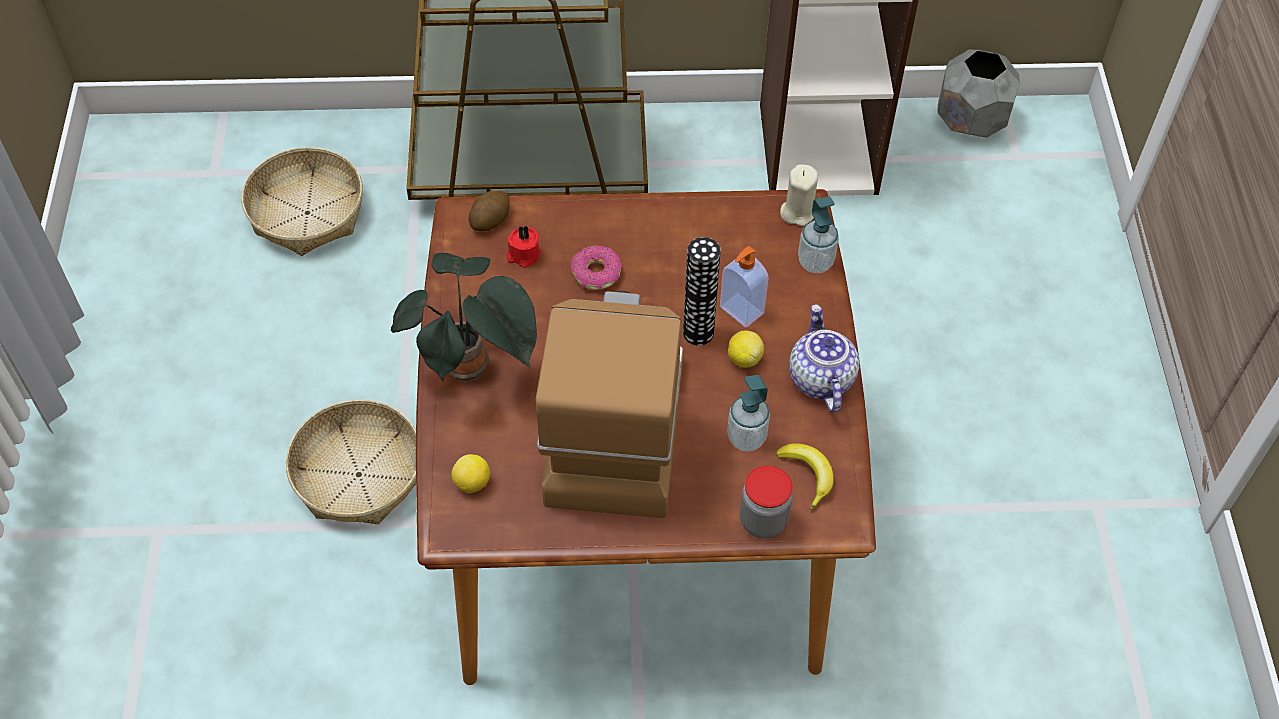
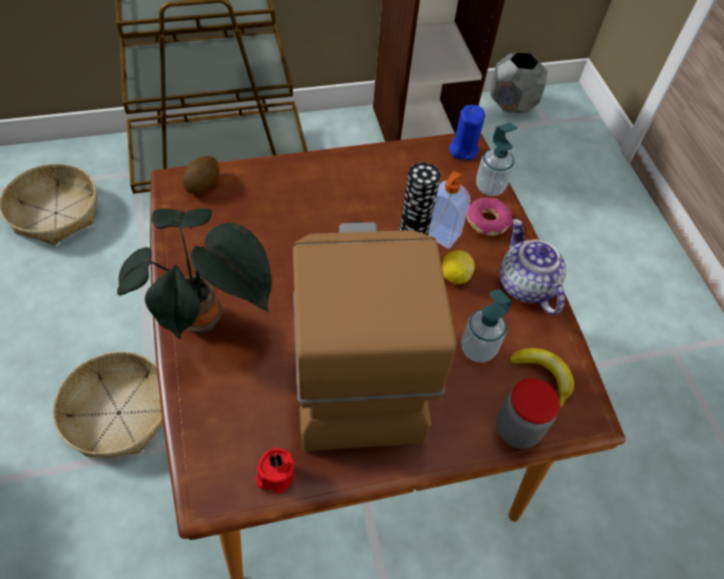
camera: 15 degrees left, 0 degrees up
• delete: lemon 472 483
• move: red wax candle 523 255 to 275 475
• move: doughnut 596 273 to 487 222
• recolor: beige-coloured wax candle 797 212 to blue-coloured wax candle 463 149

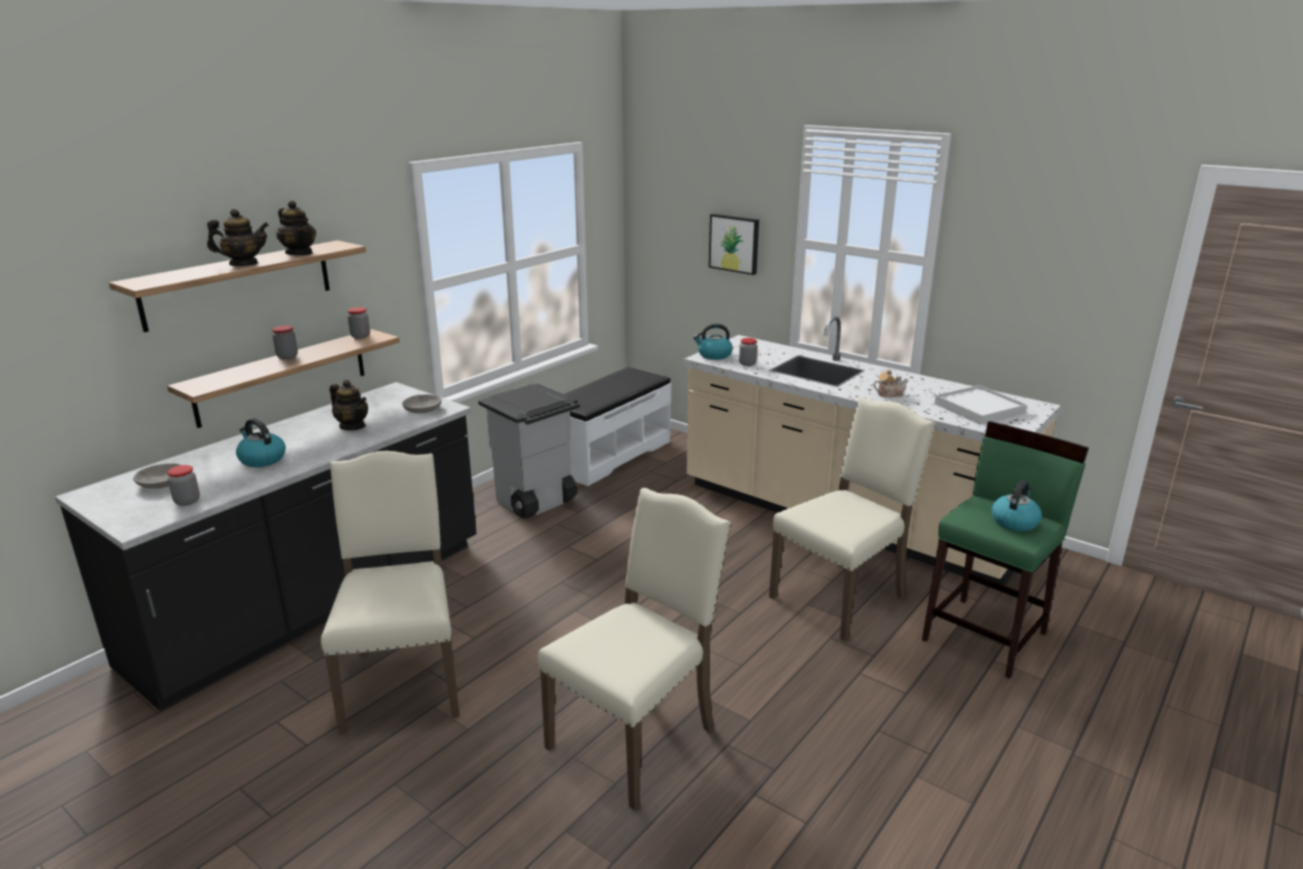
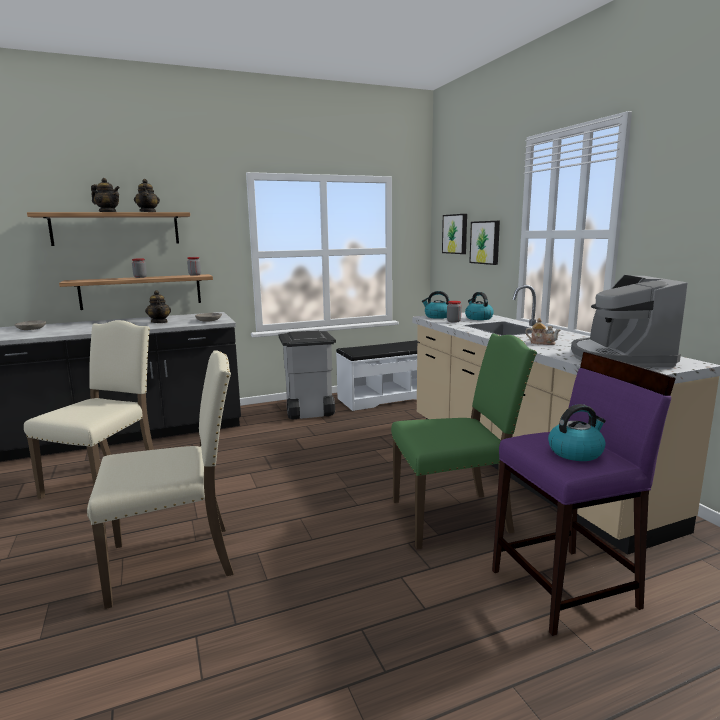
camera: 30 degrees right, 10 degrees down
• delete: jar 187 501
• move: tea kettle 262 459 to 478 318
• recolor: beige-coloured upright chair 842 597 to greenish upright chair 454 517
• recolor: greenish stool seat 986 636 to purplish stool seat 565 589
• replace: white-coloured serving tray 979 408 to coffee maker 619 358
• insert: picture 455 234

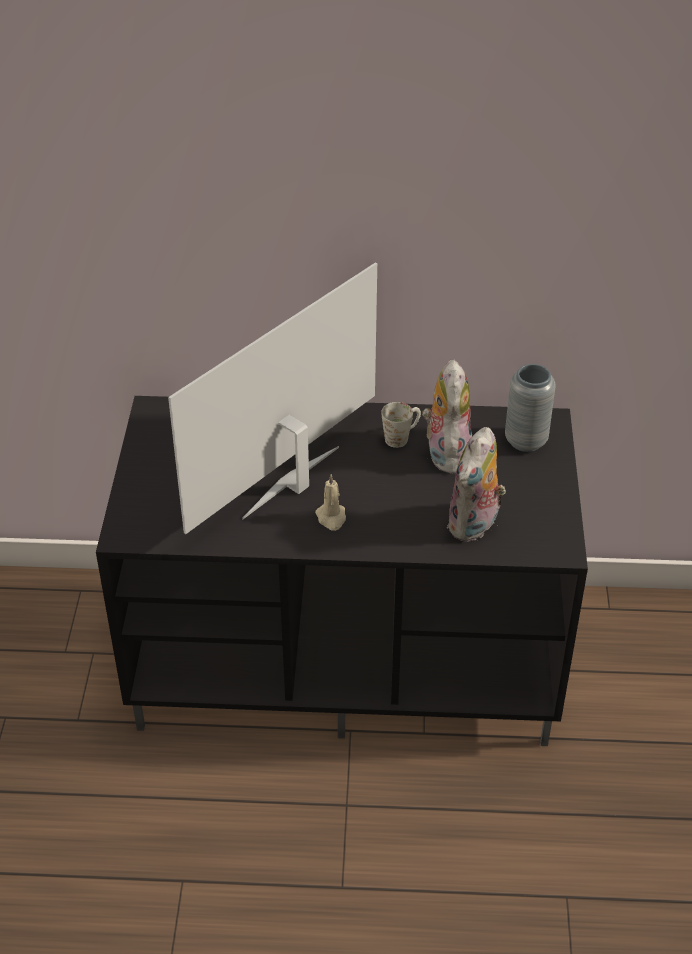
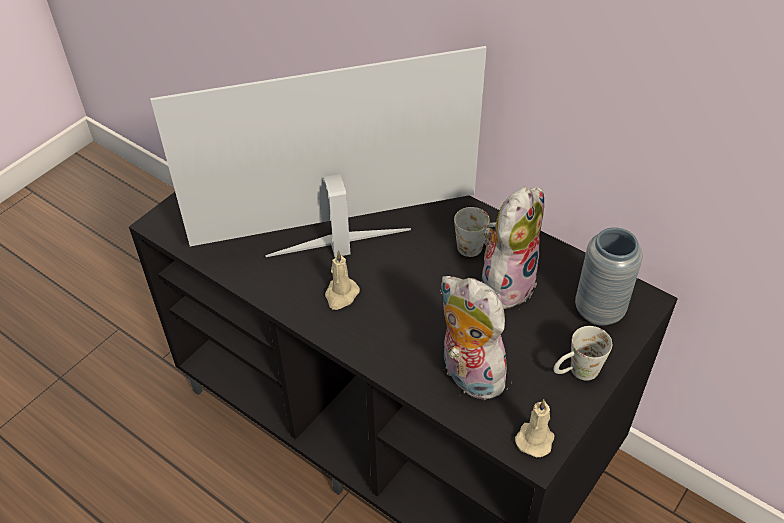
camera: 35 degrees right, 5 degrees up
• rotate: cuddly toy 475 526 = 467 375 75 degrees clockwise
• insert: beige-coloured wax candle 535 438
• insert: white-coloured mug 576 372

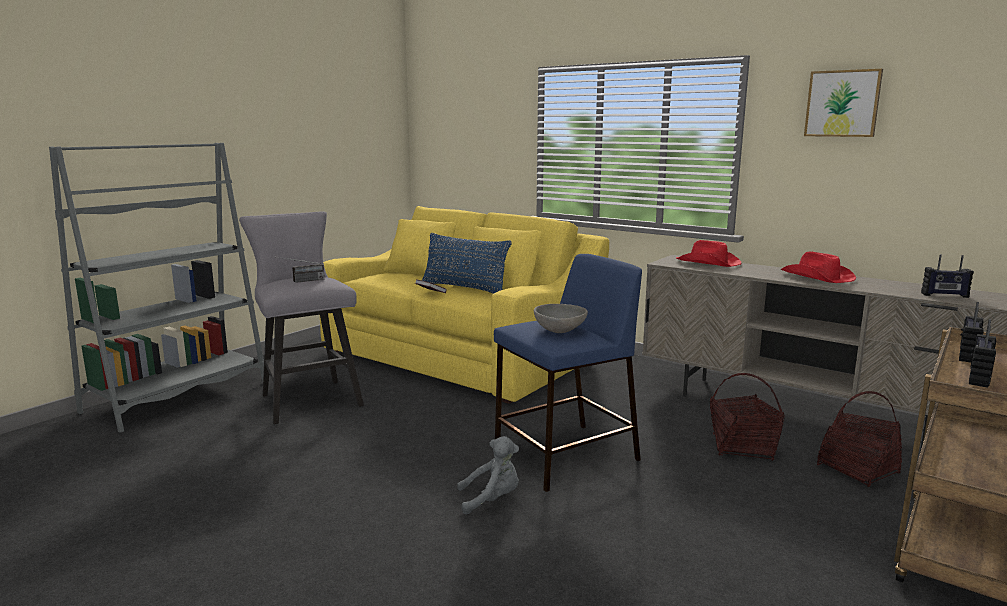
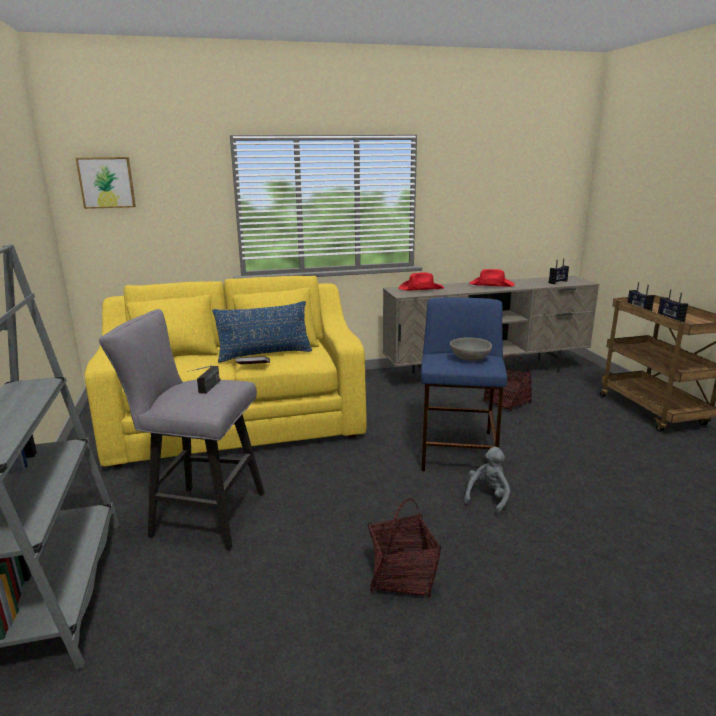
camera: 50 degrees left, 5 degrees up
• move: picture 842 103 to 107 182
• move: storage basket 858 469 to 402 576

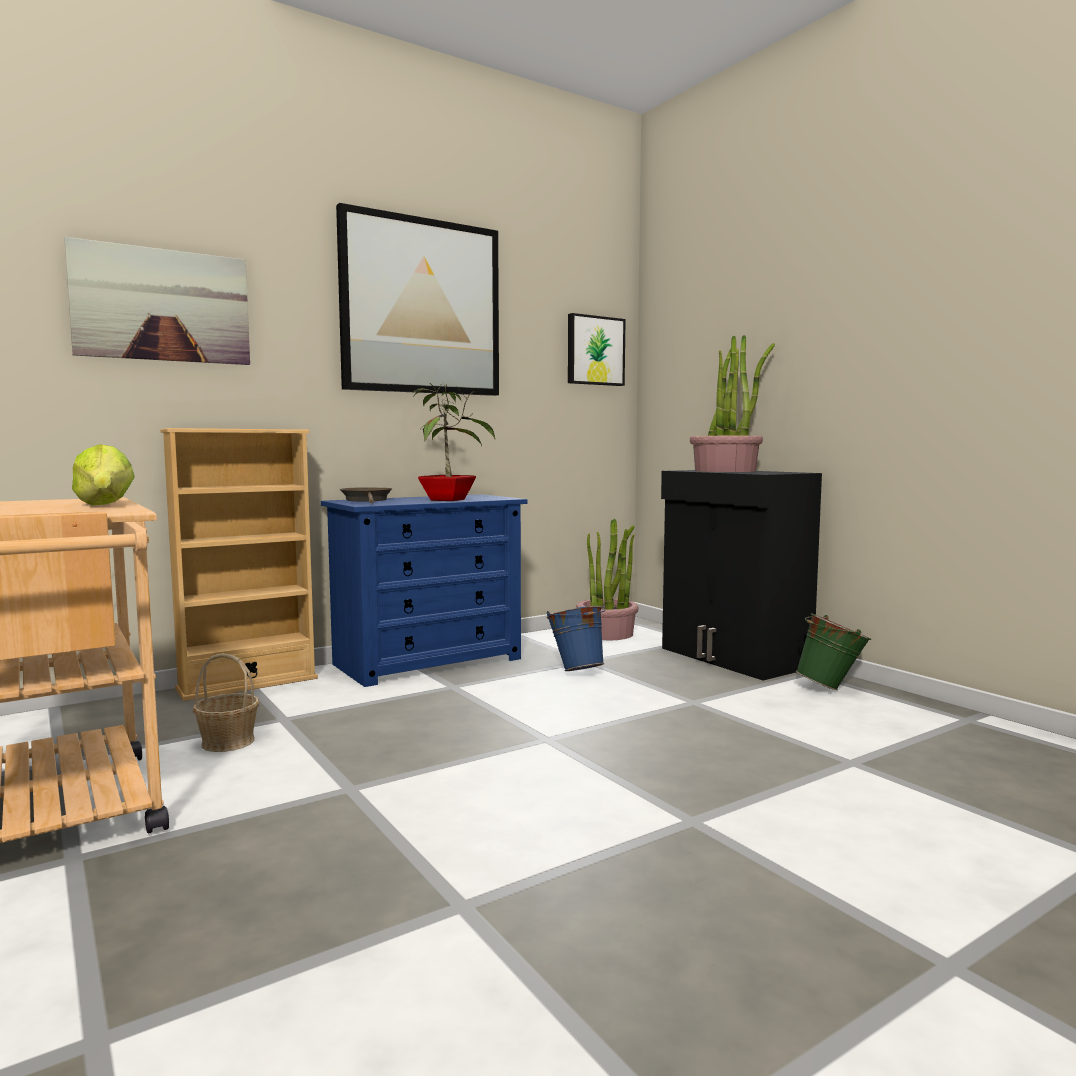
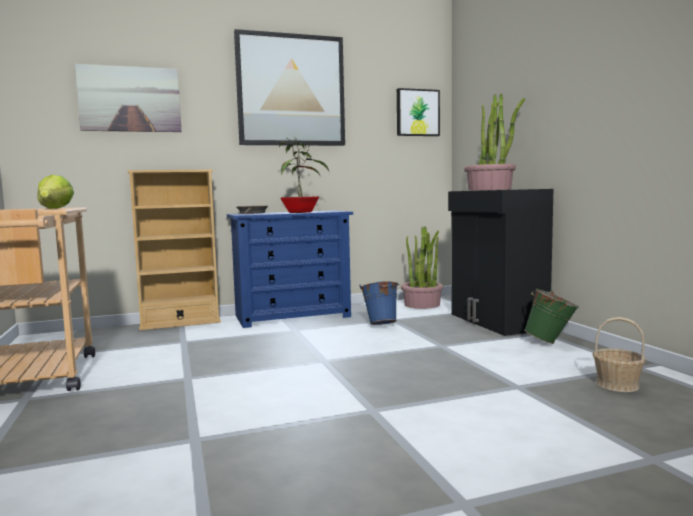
camera: 15 degrees right, 0 degrees up
• move: storage basket 228 742 to 617 385

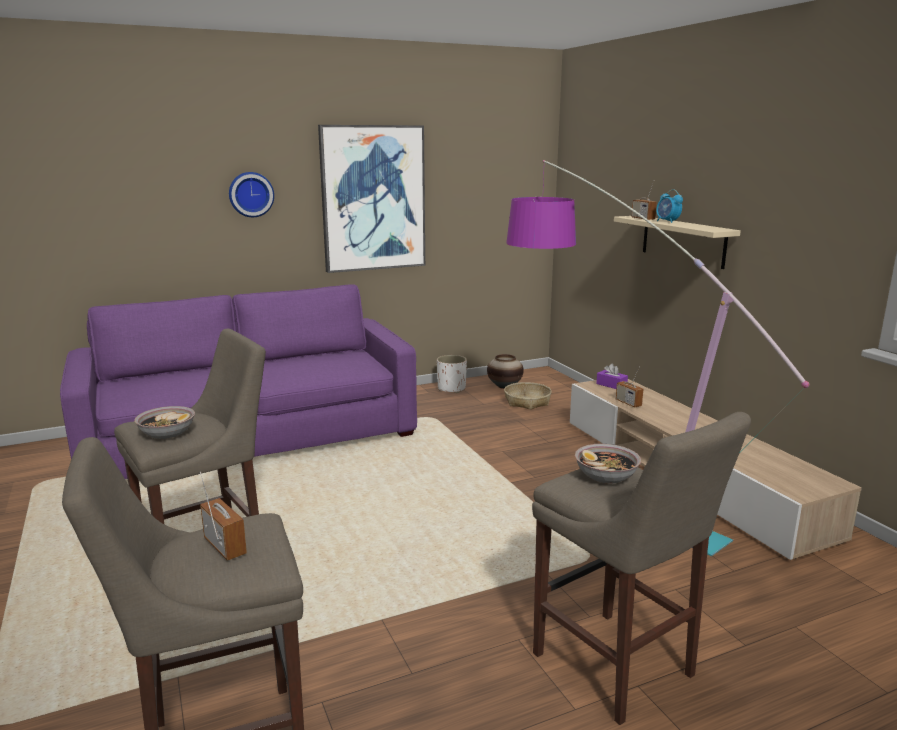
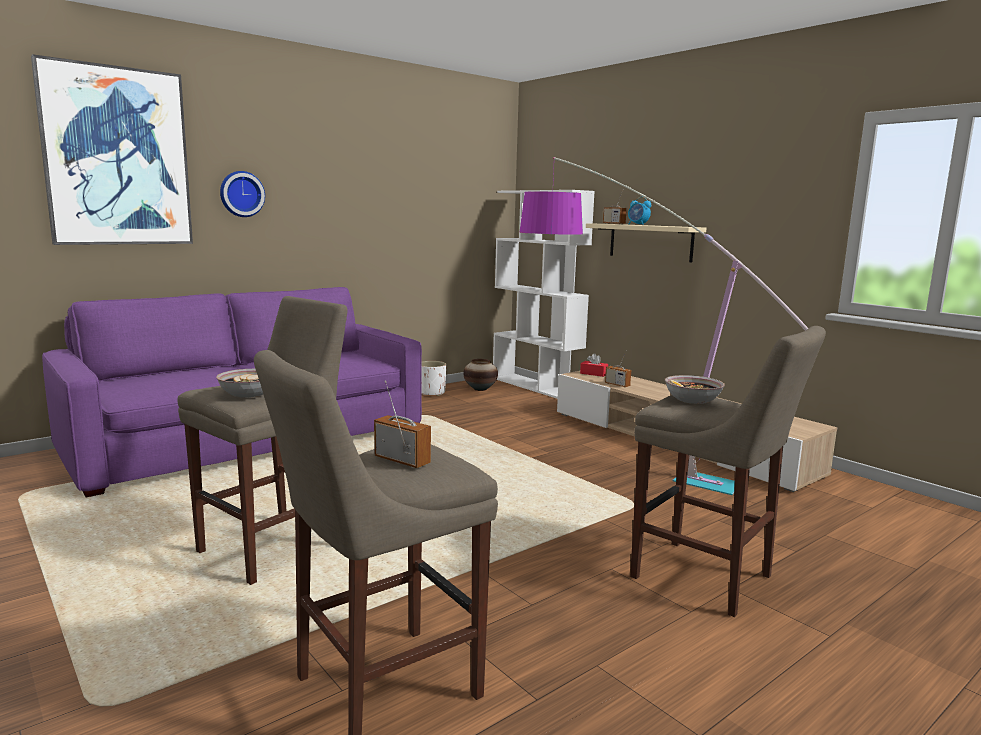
camera: 15 degrees left, 5 degrees down
• move: picture 373 198 to 117 157
• delete: storage basket 527 402
• recolor: purplish tissue holder 611 385 to red tissue holder 593 373
• insert: white-coloured shelving unit 536 386

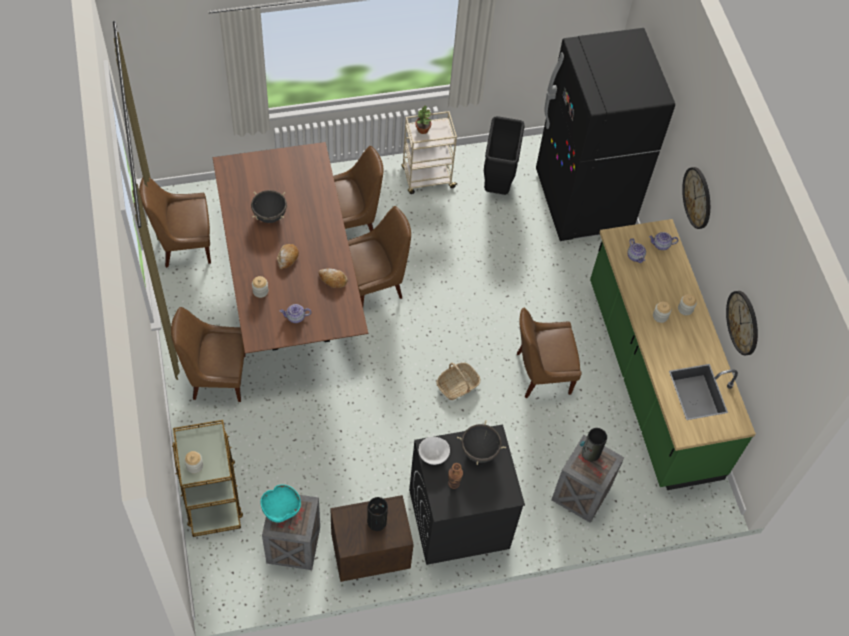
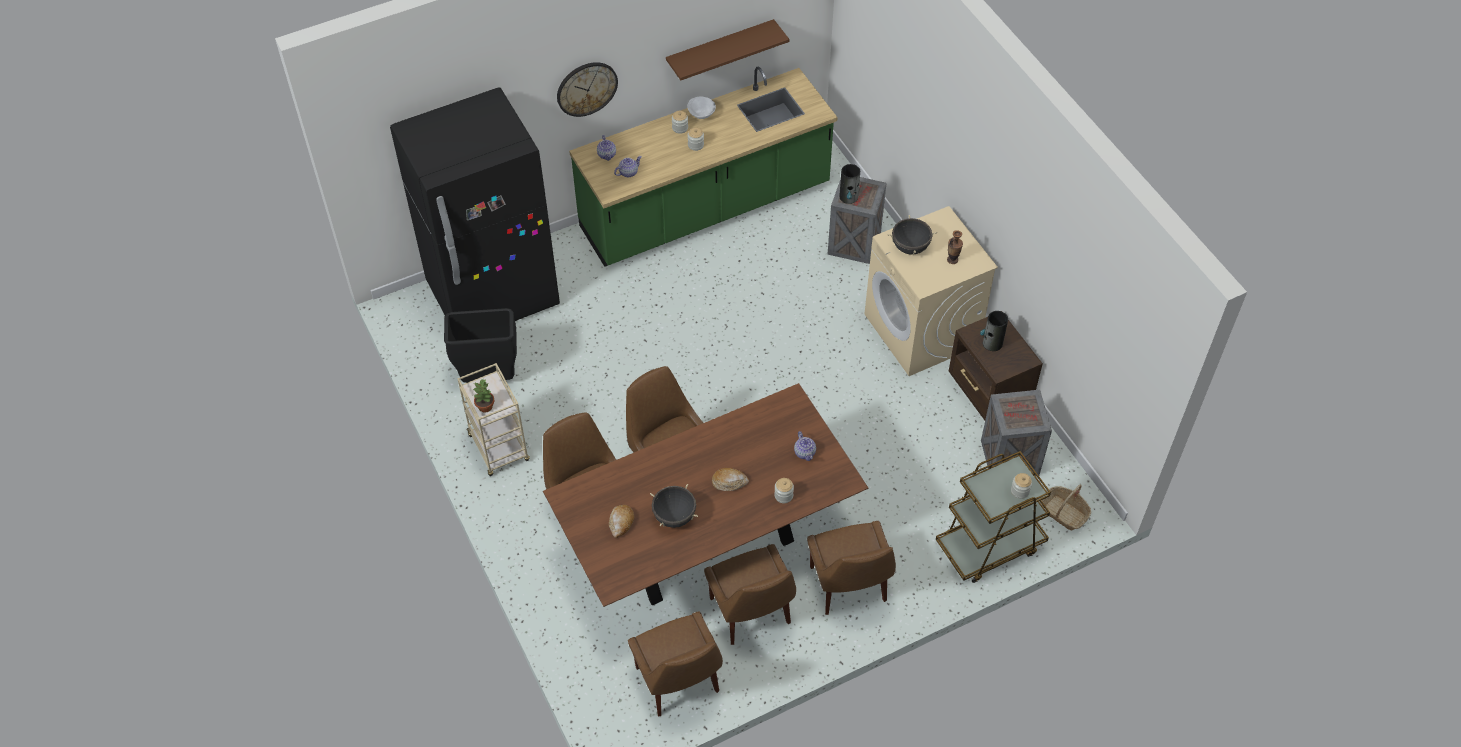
camera: 100 degrees left, 5 degrees down
• delete: blue-green serving bowl 281 508
• move: baked bread 333 280 to 621 523
• recolor: black-coloured laundry machine 458 519 to beige-coloured laundry machine 922 330
• move: white-coloured serving bowl 433 455 to 701 114
• move: storage basket 457 385 to 1063 513
• move: brownish upright chair 540 373 to 751 613
• replace: hanging clock 743 322 to brownish shelf 720 49

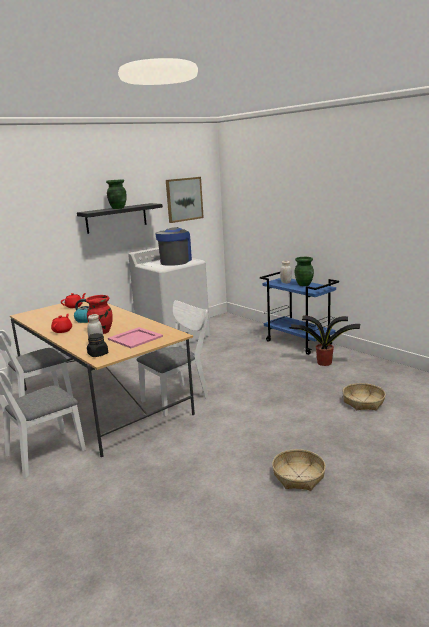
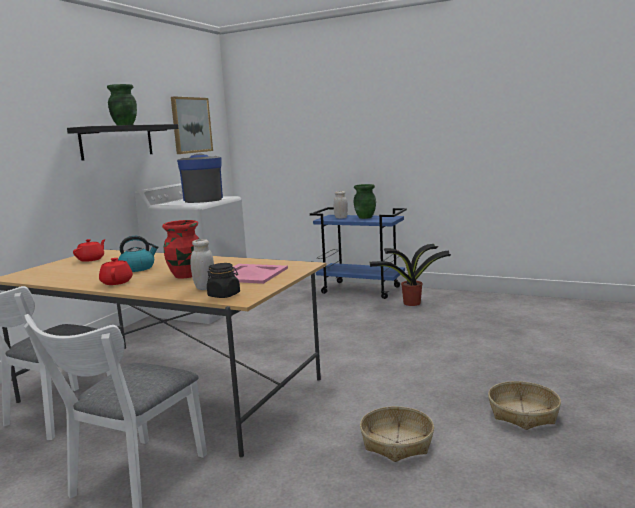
camera: 25 degrees left, 5 degrees down
• delete: white-coloured upright chair 179 397
• move: storage basket 363 402 to 397 442

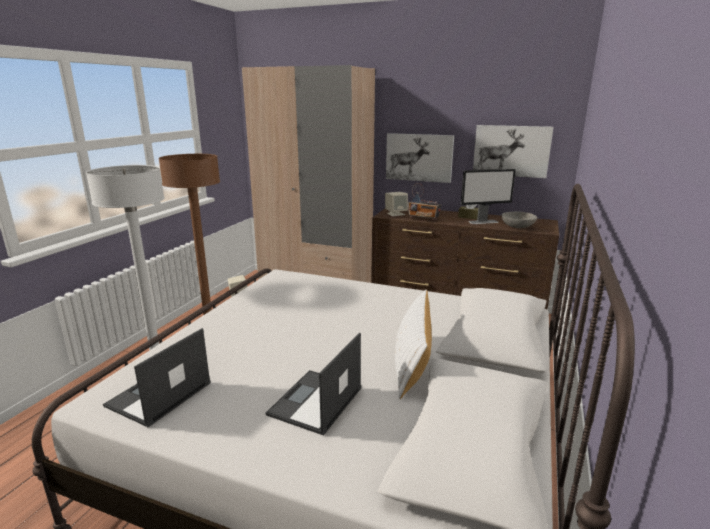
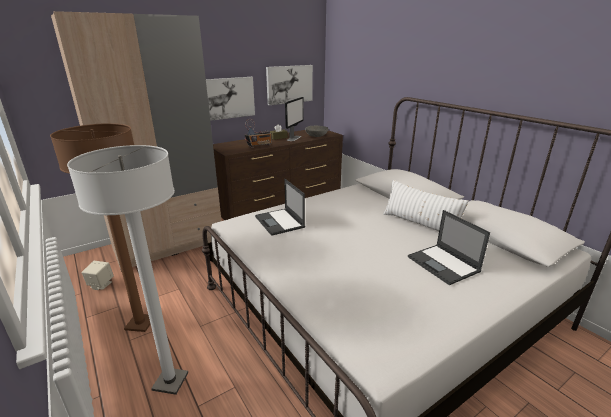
camera: 55 degrees left, 5 degrees up
• move: portable computer 158 395 to 280 222
• delete: beige-coloured audio speaker 395 214

